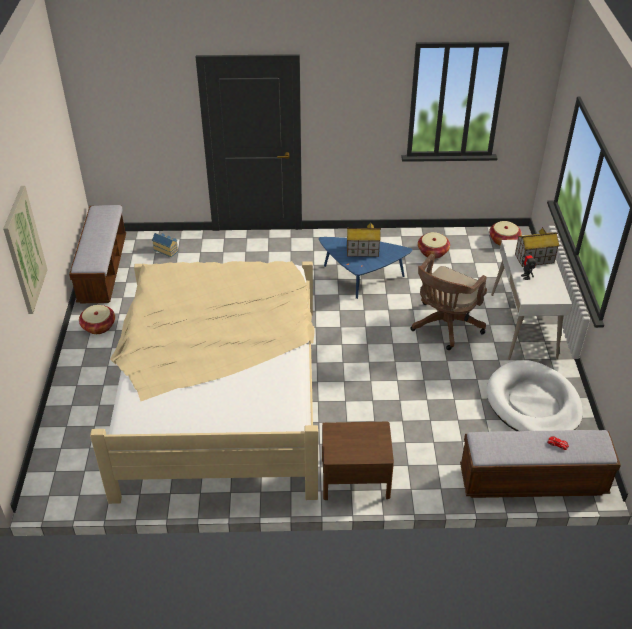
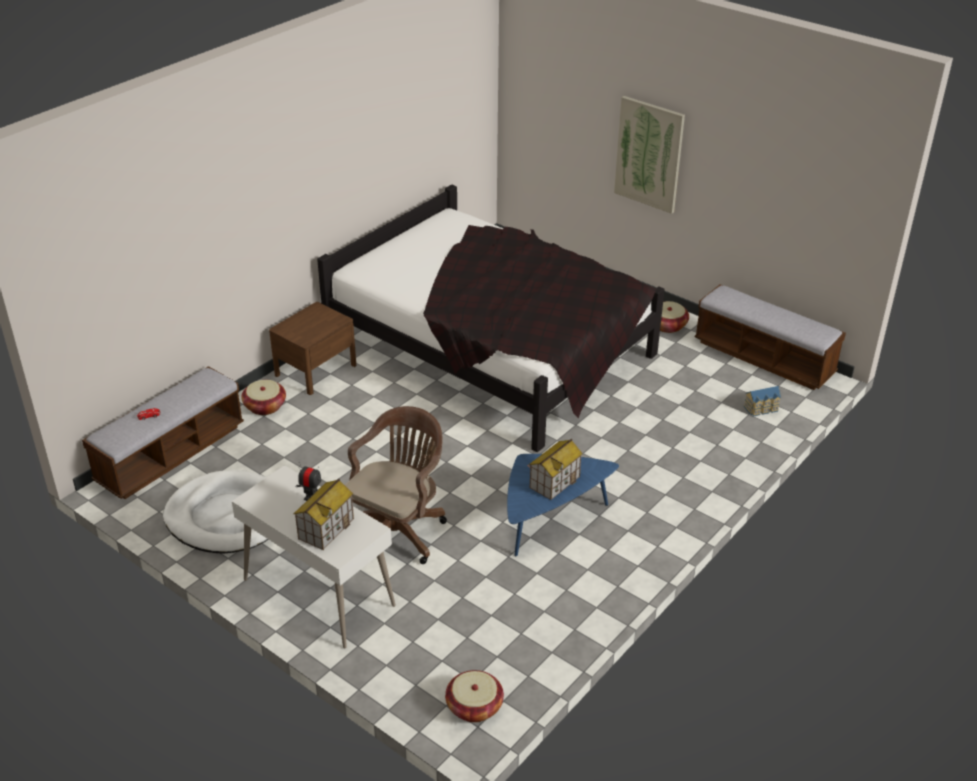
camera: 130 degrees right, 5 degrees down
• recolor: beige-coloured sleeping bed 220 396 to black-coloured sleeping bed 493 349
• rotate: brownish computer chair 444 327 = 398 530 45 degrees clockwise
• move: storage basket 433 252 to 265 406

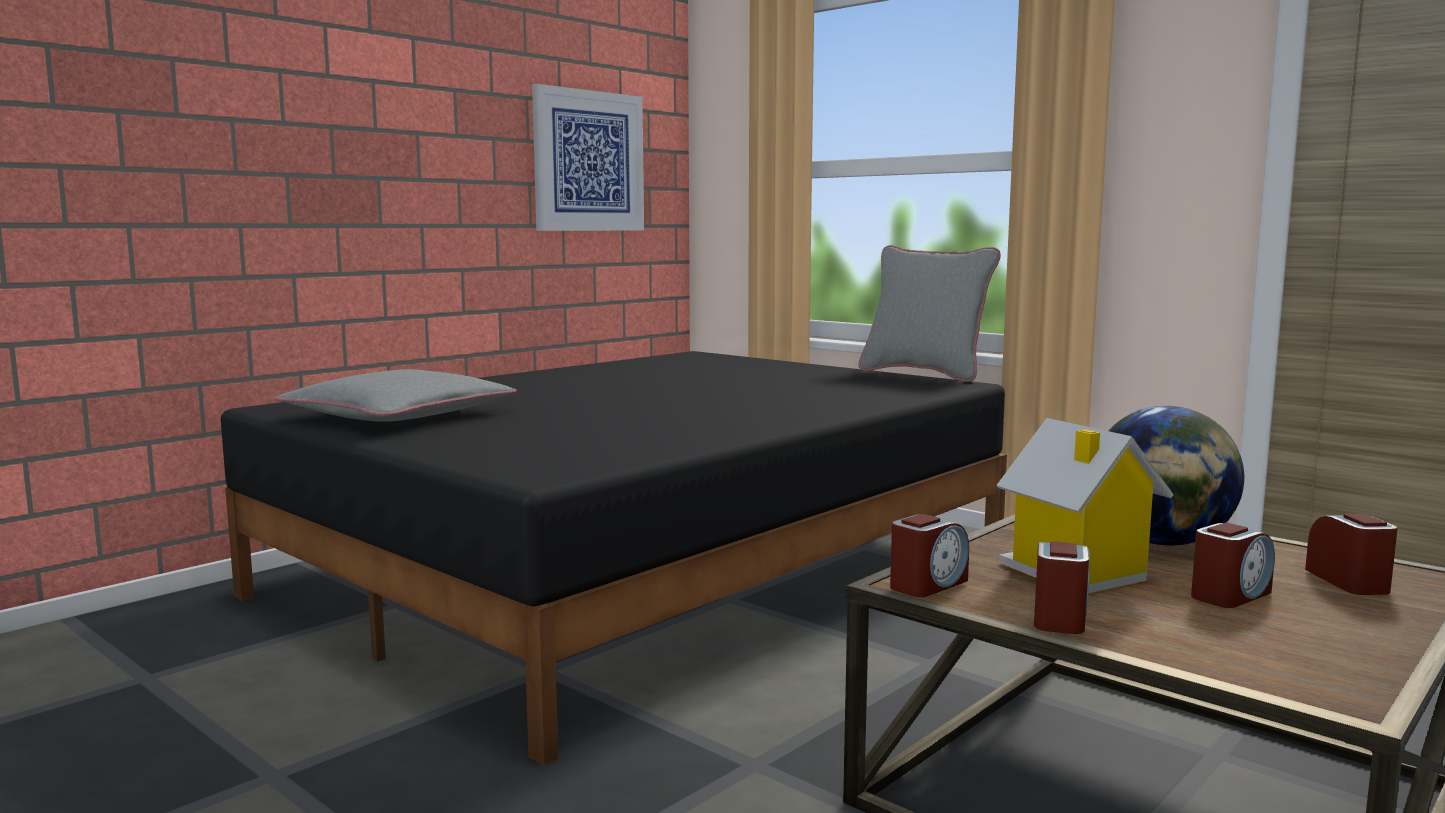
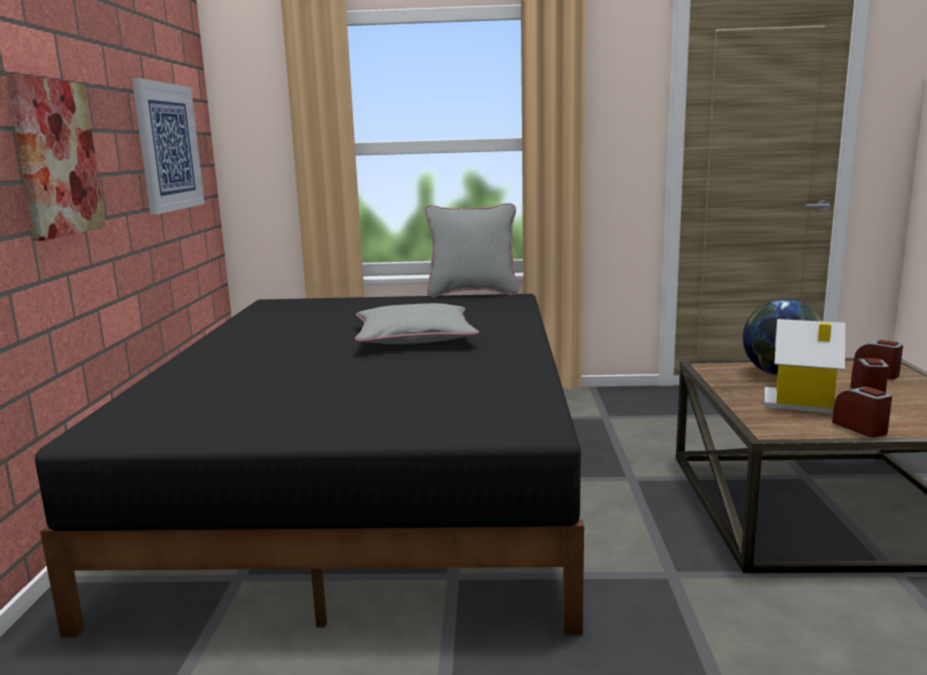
camera: 40 degrees left, 5 degrees up
• move: grey pillow 399 415 to 414 337
• delete: table clock 927 584
• insert: picture 56 158

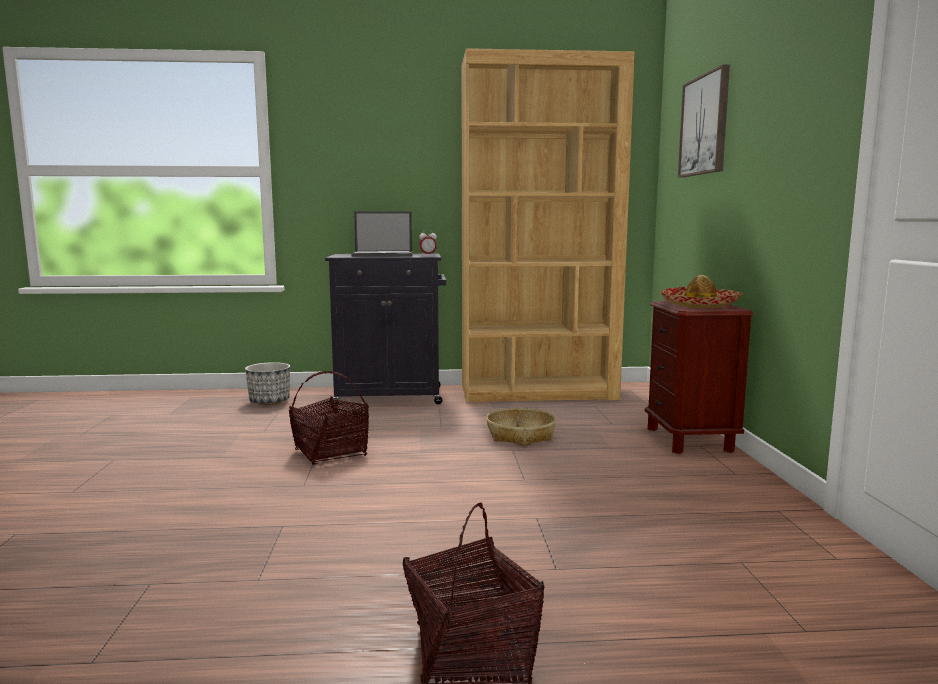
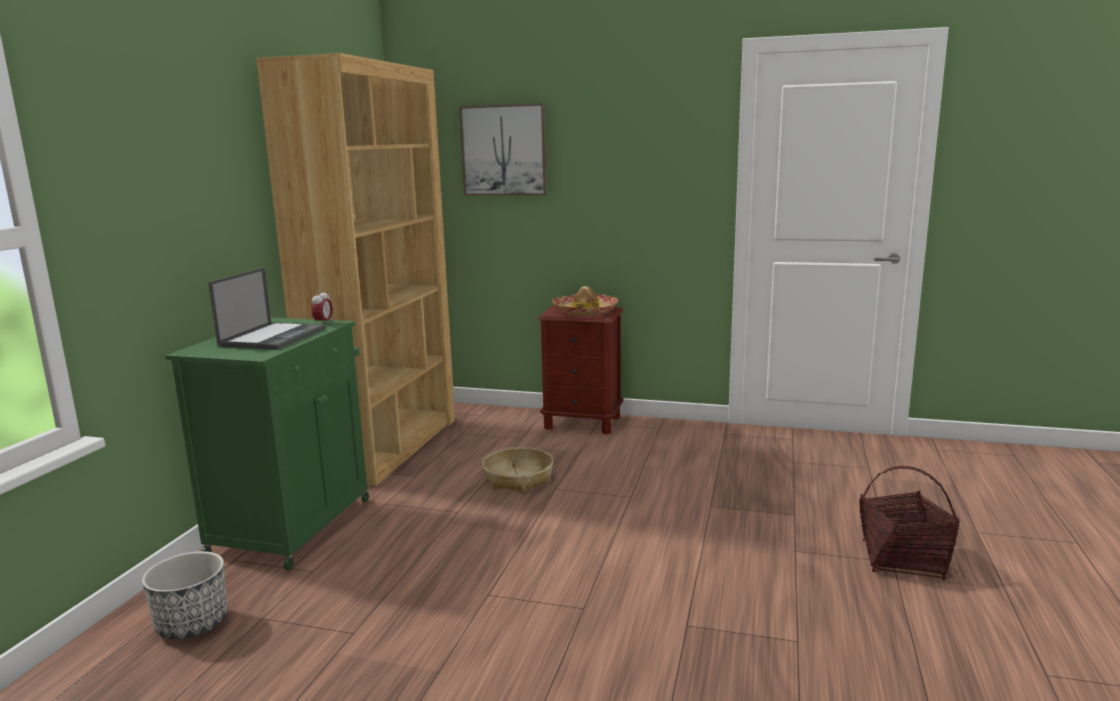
camera: 70 degrees left, 5 degrees up
• delete: storage basket 331 453
• recolor: black-coloured storage cabinet 391 396 to greenish storage cabinet 293 525

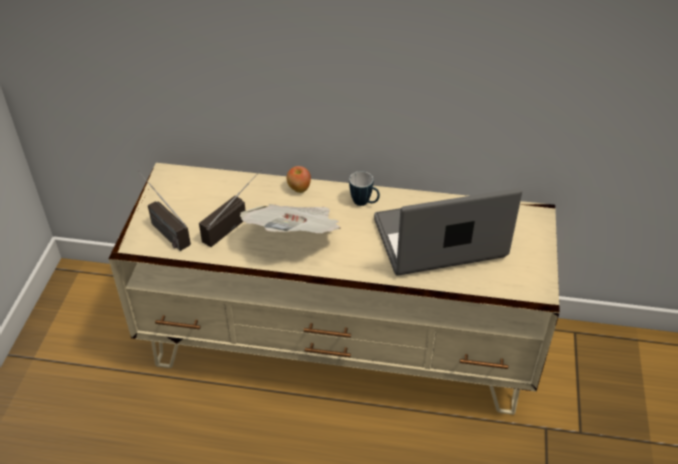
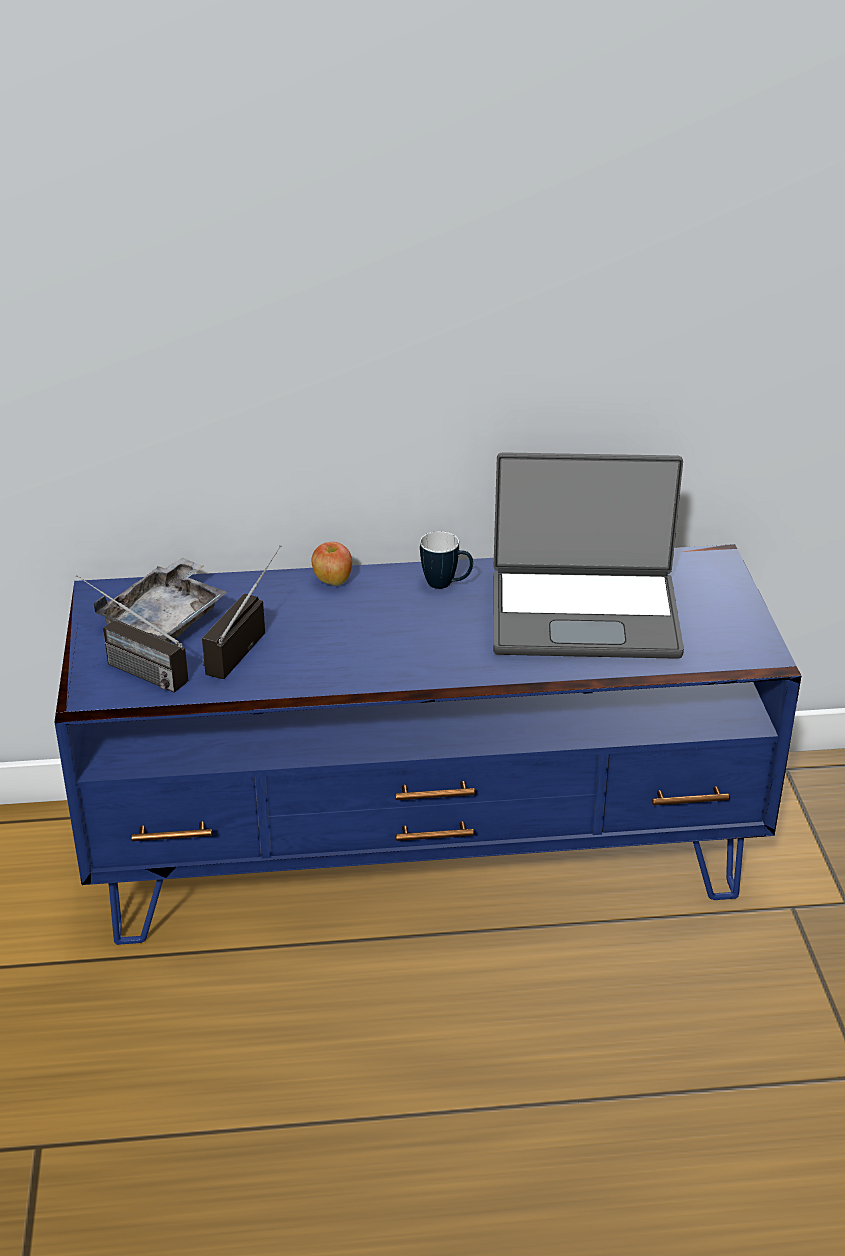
camera: 15 degrees left, 10 degrees down
• recolor: beige-coloured tv stand 340 347 to blue-coloured tv stand 424 858
• delete: daily paper 295 237
• rotate: portable computer 439 241 = 584 615 150 degrees counterclockwise
• insert: grey serving tray 167 618

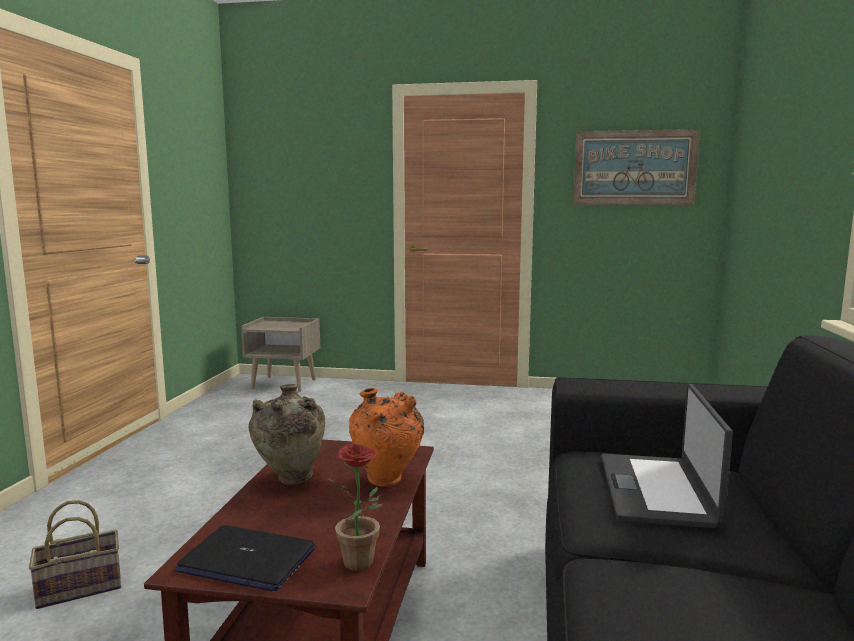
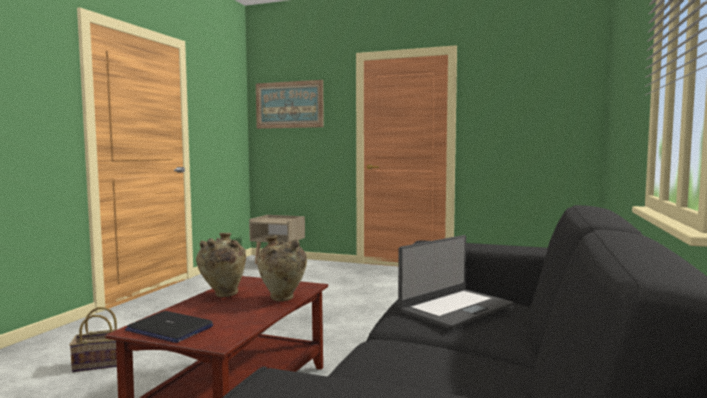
camera: 10 degrees right, 5 degrees down
• delete: plant in a pot 363 564
• recolor: orange decorative vase 387 482 to beige-coloured decorative vase 282 299
• move: picture 634 168 to 289 105
• rotate: portable computer 657 490 = 455 308 150 degrees counterclockwise

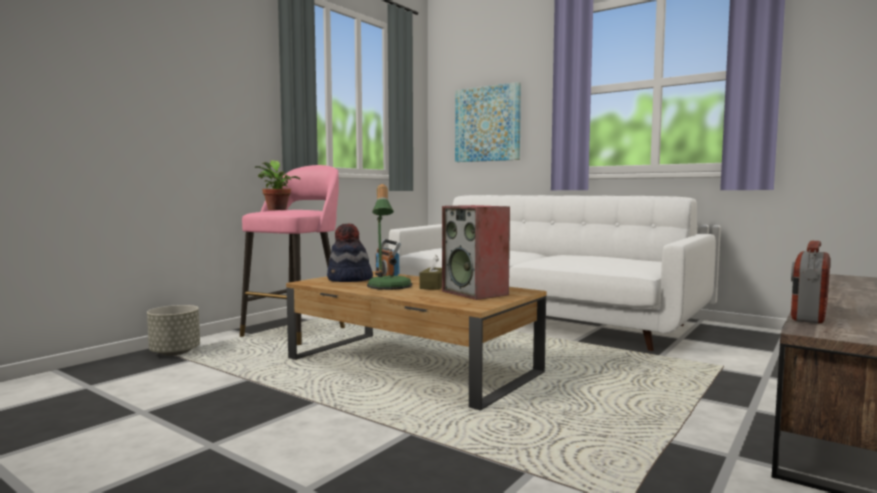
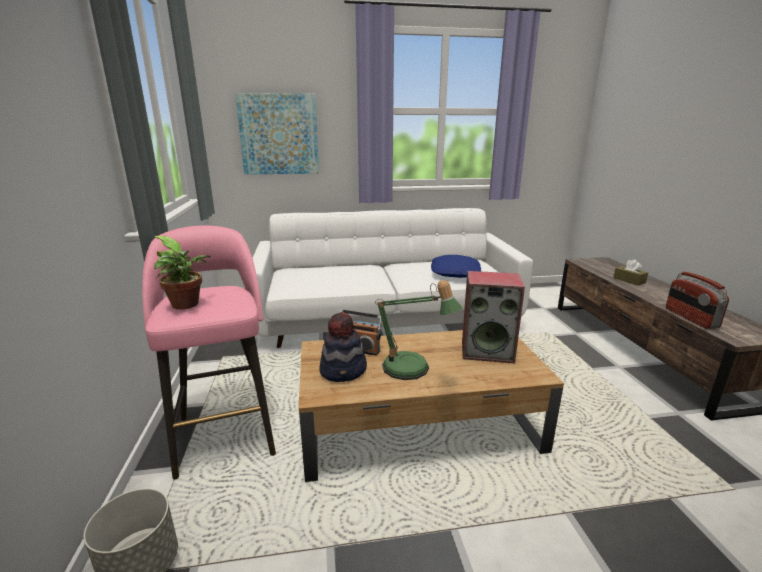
camera: 45 degrees left, 15 degrees up
• move: brownish tissue holder 434 286 to 629 280
• insert: blue-coloured pillow 455 272

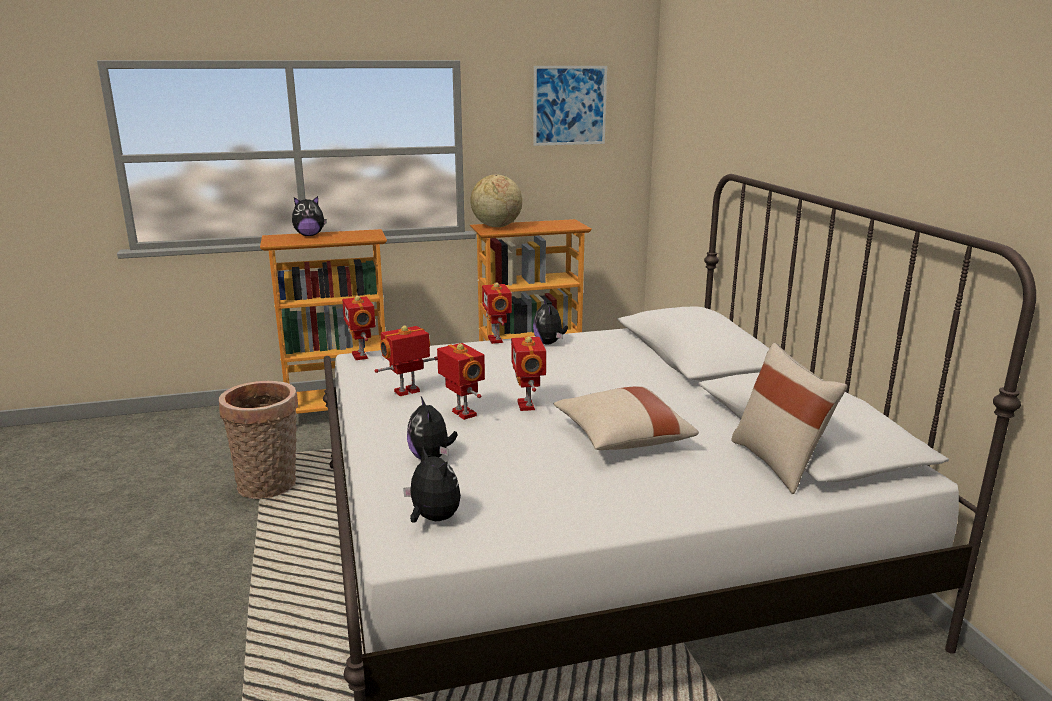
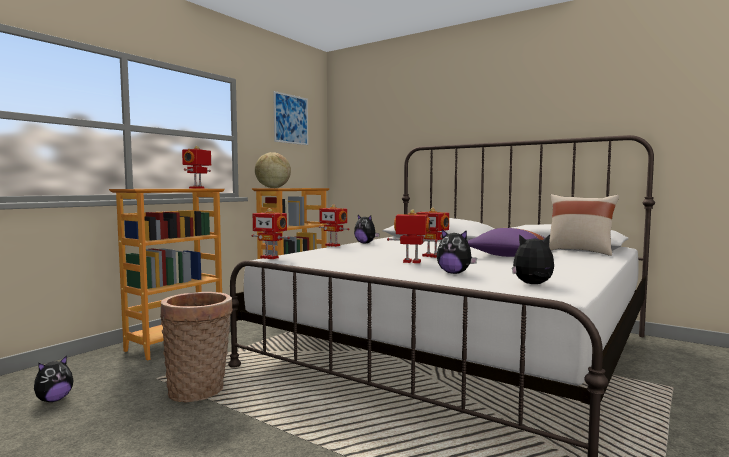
camera: 40 degrees left, 15 degrees down
• move: cuddly toy 309 235 to 54 400
• move: robot figure 407 392 to 197 188
• recolor: beige-coloured pillow 622 438 to purplish pillow 507 256

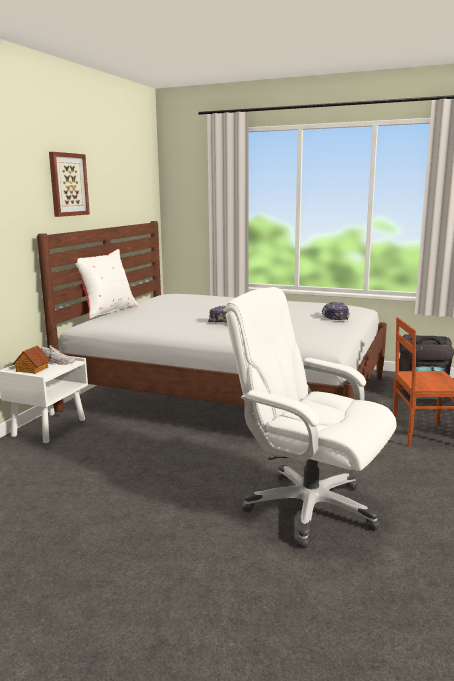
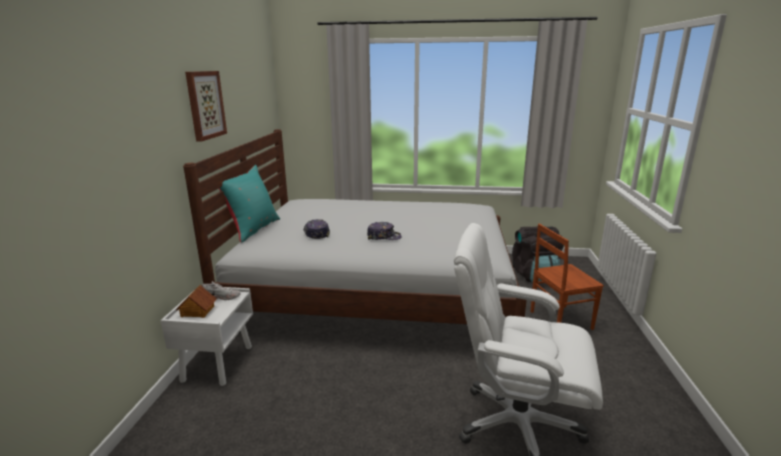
camera: 15 degrees left, 5 degrees up
• recolor: white-coloured pillow 107 311 to blue-green pillow 253 229
• move: peaked cap 334 317 to 316 234

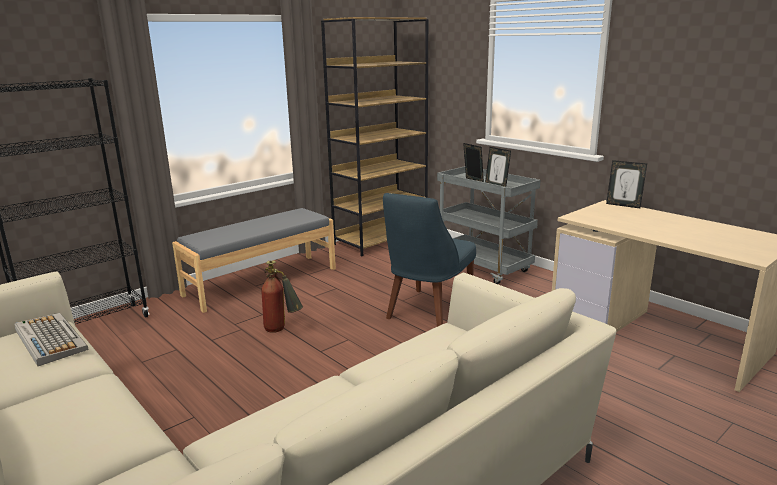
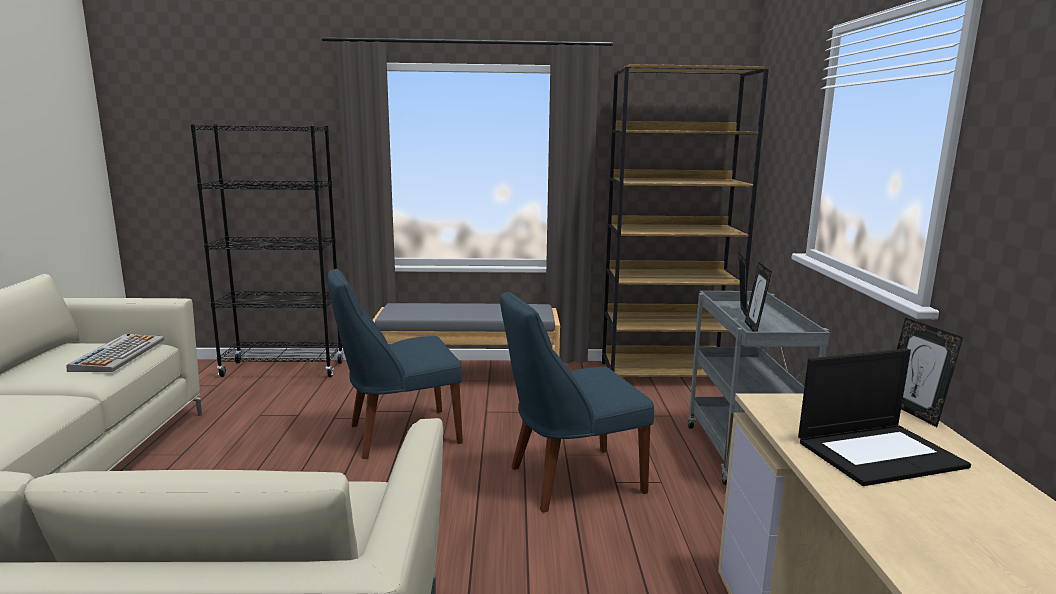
camera: 40 degrees right, 5 degrees down
• replace: fire-fighting cylinder 282 330 to blue-coloured upright chair 399 434
• insert: portable computer 880 453

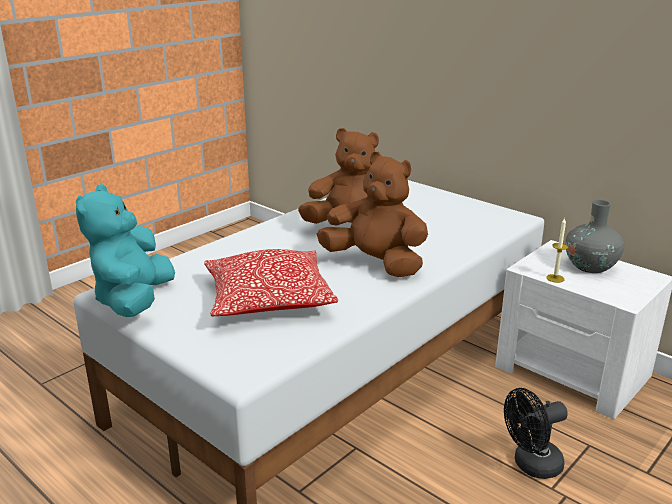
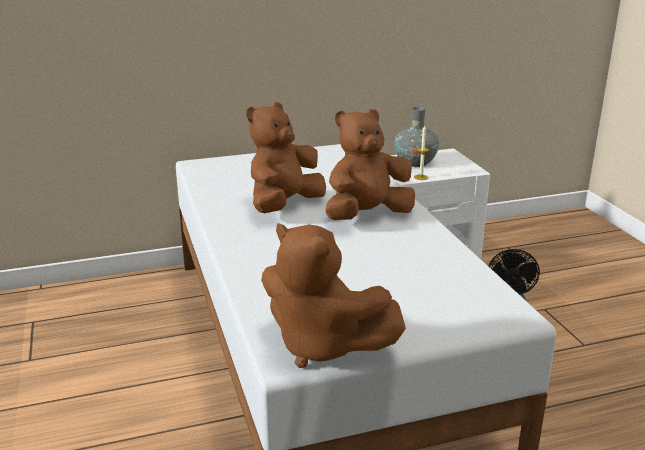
camera: 60 degrees left, 0 degrees up
• recolor: blue-green cuddly toy 134 301 to brownish cuddly toy 322 345
• delete: pillow 268 299

